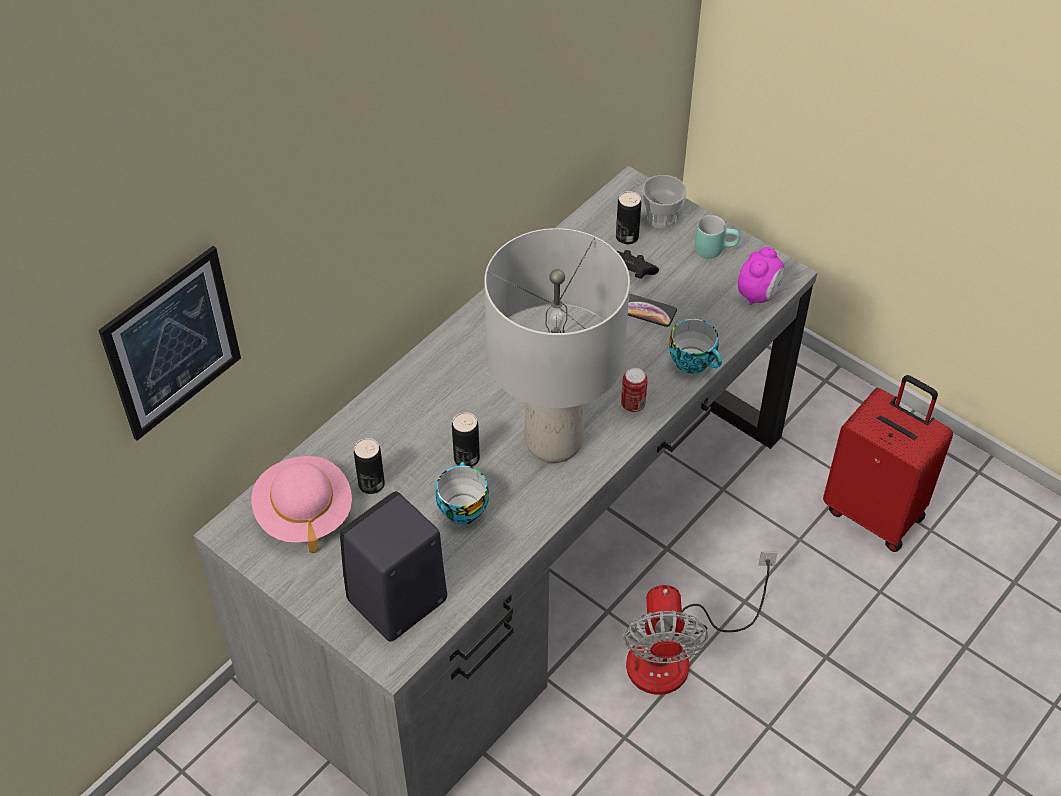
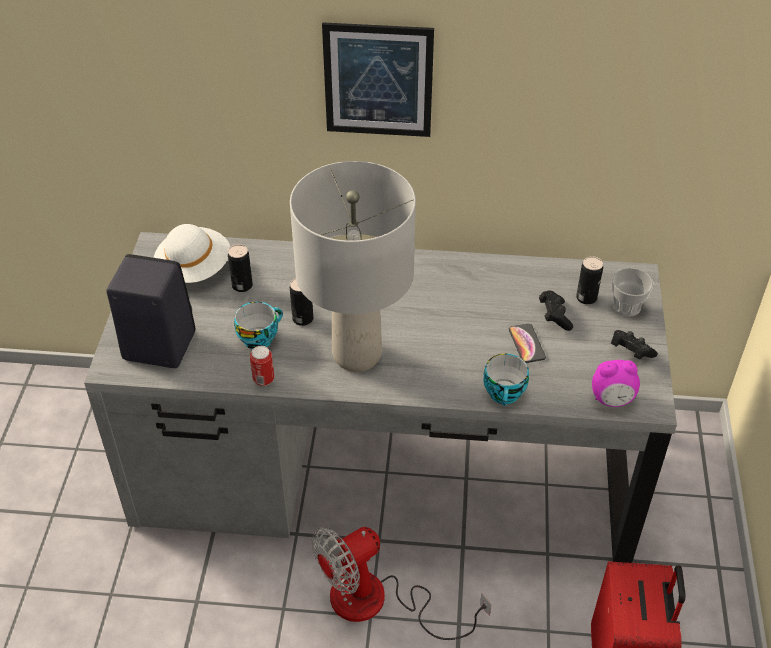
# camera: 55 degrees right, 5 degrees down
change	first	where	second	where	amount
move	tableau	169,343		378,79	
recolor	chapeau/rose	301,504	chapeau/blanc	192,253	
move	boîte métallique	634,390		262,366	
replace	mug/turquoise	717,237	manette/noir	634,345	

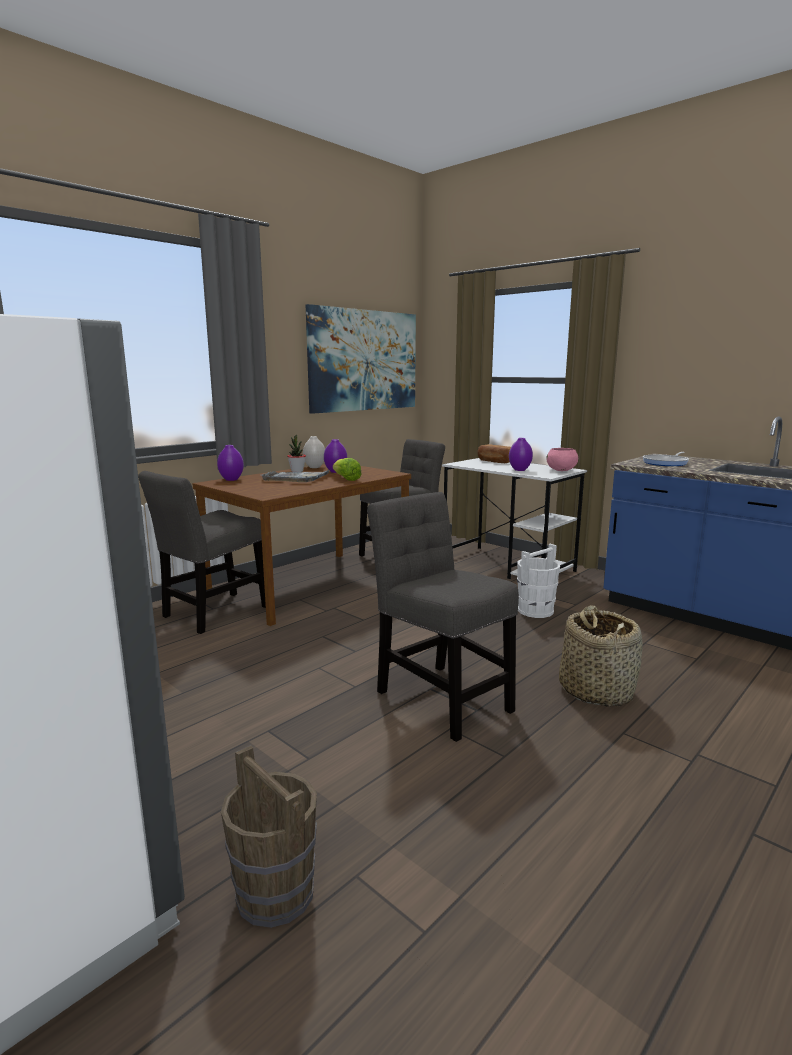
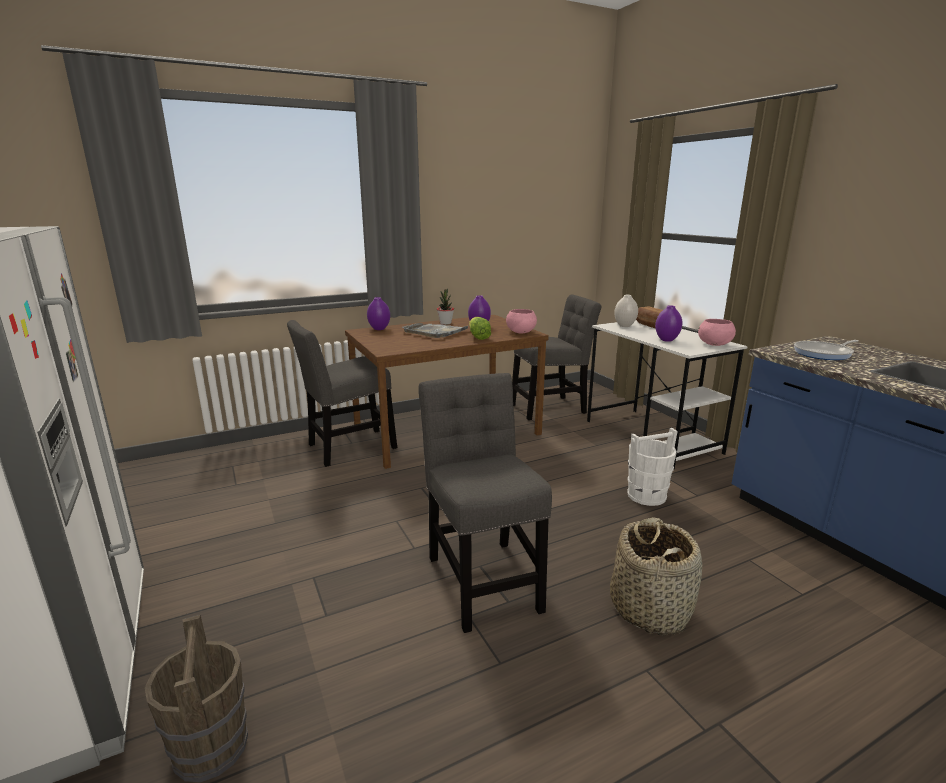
# camera: 20 degrees right, 5 degrees up
change	first	where	second	where	amount
move	vase/blanc	314,452		626,311	
delete	tableau	361,359			
insert			bol/rose	521,321	

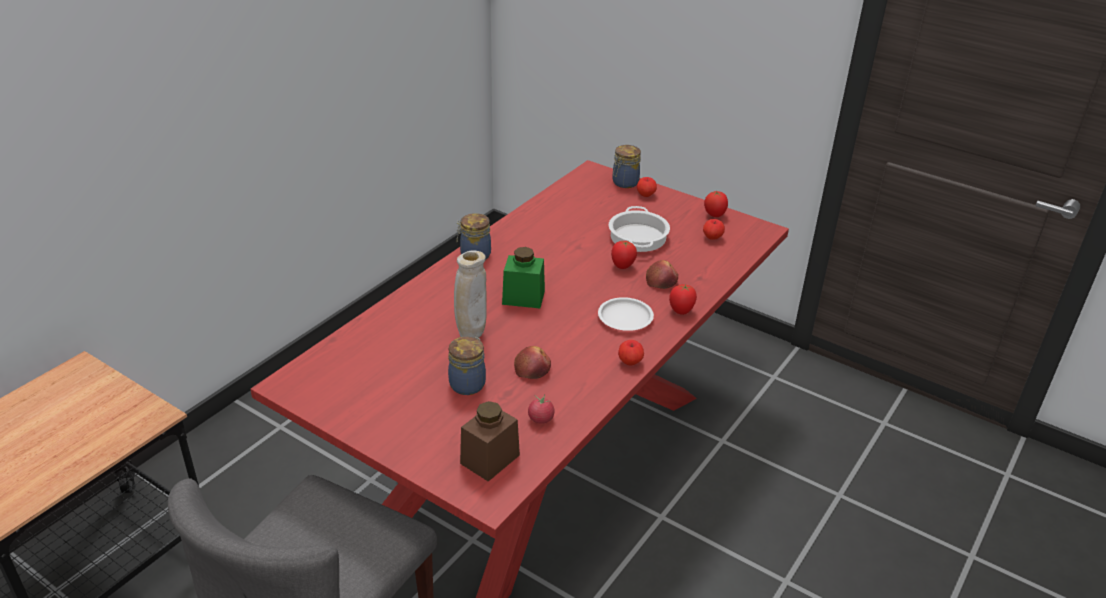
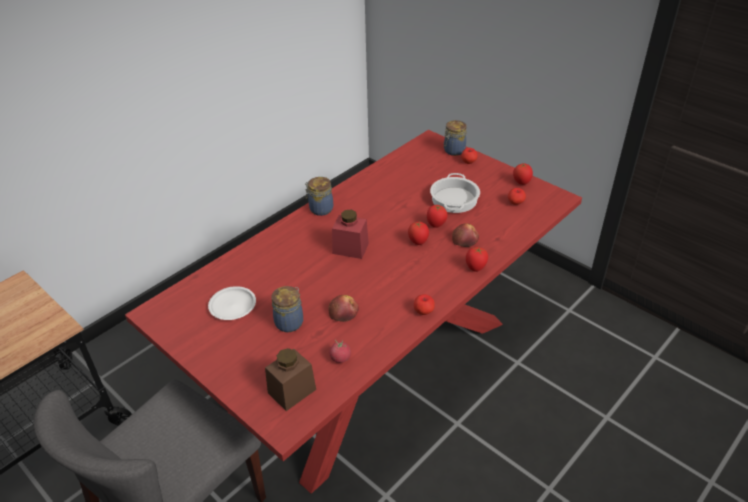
# camera: 10 degrees right, 5 degrees up
change	first	where	second	where	amount
delete	vase/beige	470,294			
recolor	bocal/vert	523,277	bocal/rouge	350,234	
move	assiette/blanc	626,314		232,303	
insert			tomate	418,233	

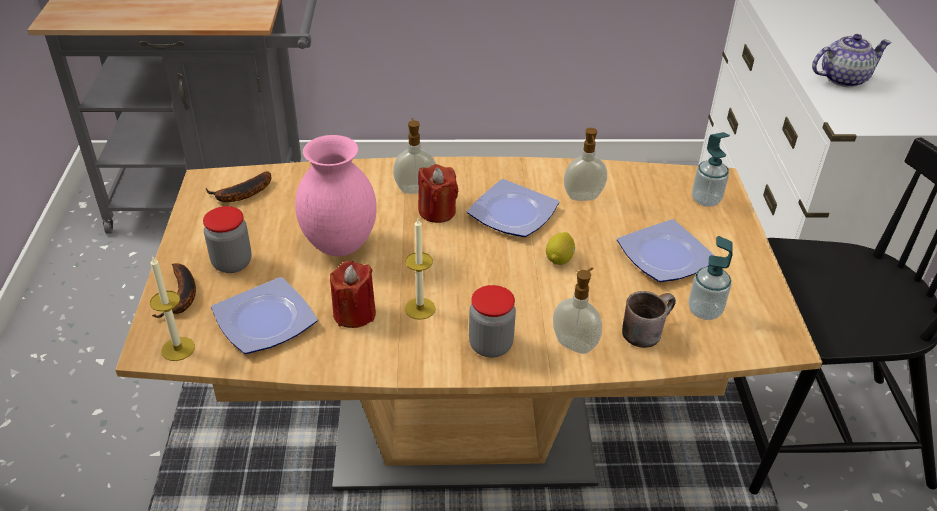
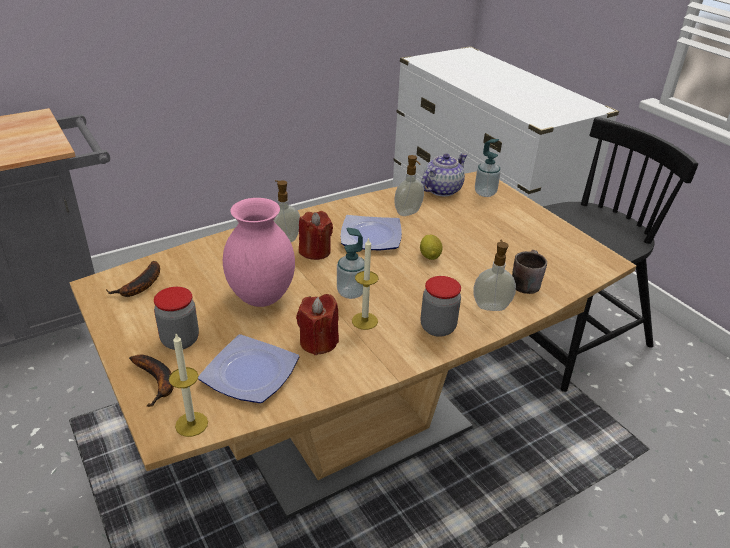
# camera: 30 degrees left, 5 degrees down
change	first	where	second	where	amount
delete	assiette	666,250			
move	distributeur de savon	710,278		351,263	
move	théière	852,60		444,175	

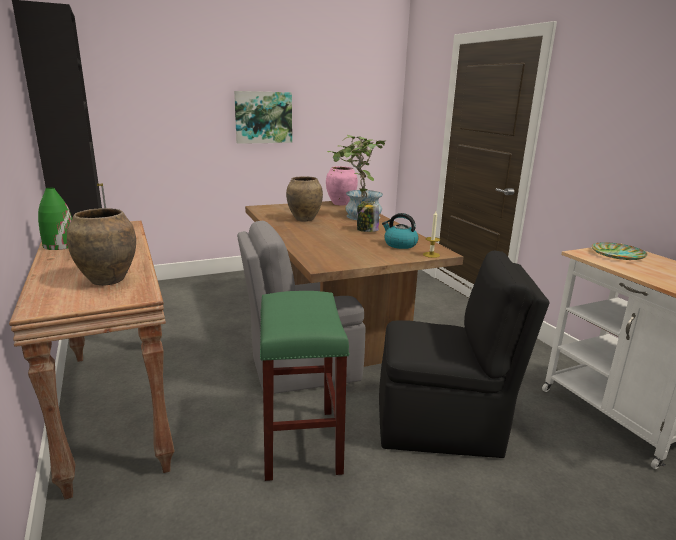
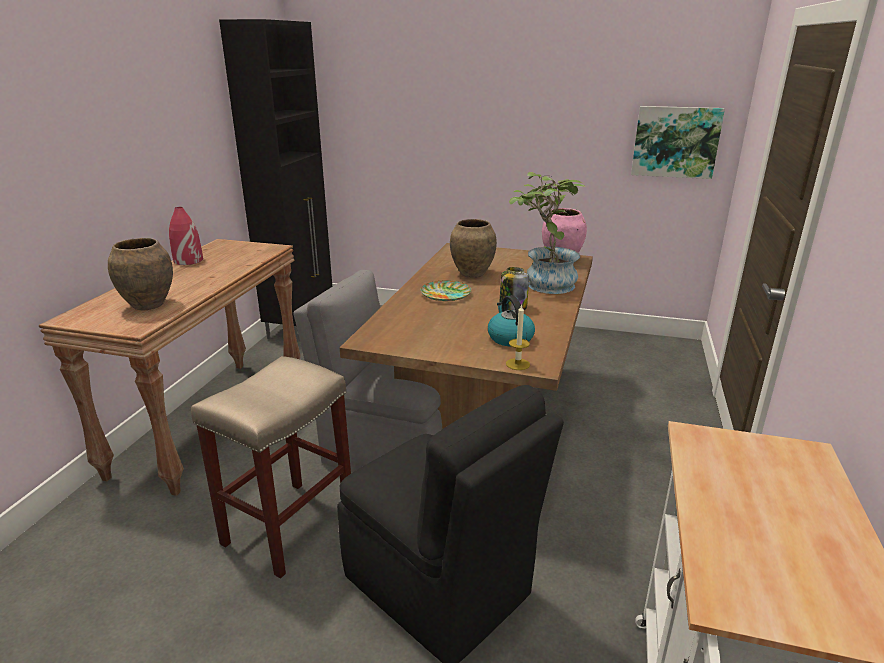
# camera: 40 degrees right, 5 degrees up
change	first	where	second	where	amount
recolor	vase/vert	55,219	vase/rouge	186,236	
move	tableau	263,117		678,142	
recolor	tabouret/vert	305,386	tabouret/beige	271,467	
move	assiette	620,251		446,290	

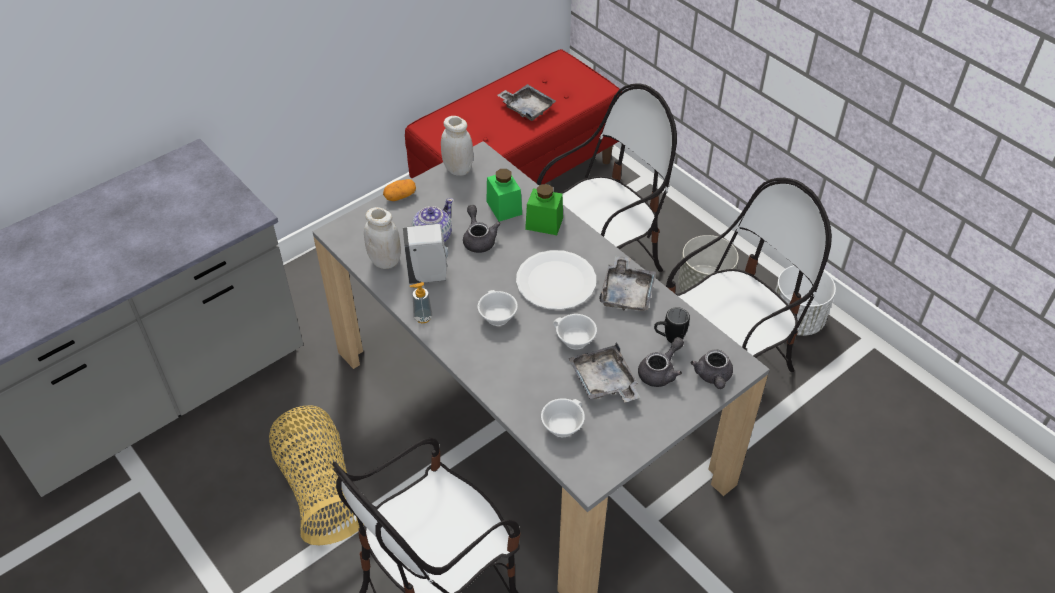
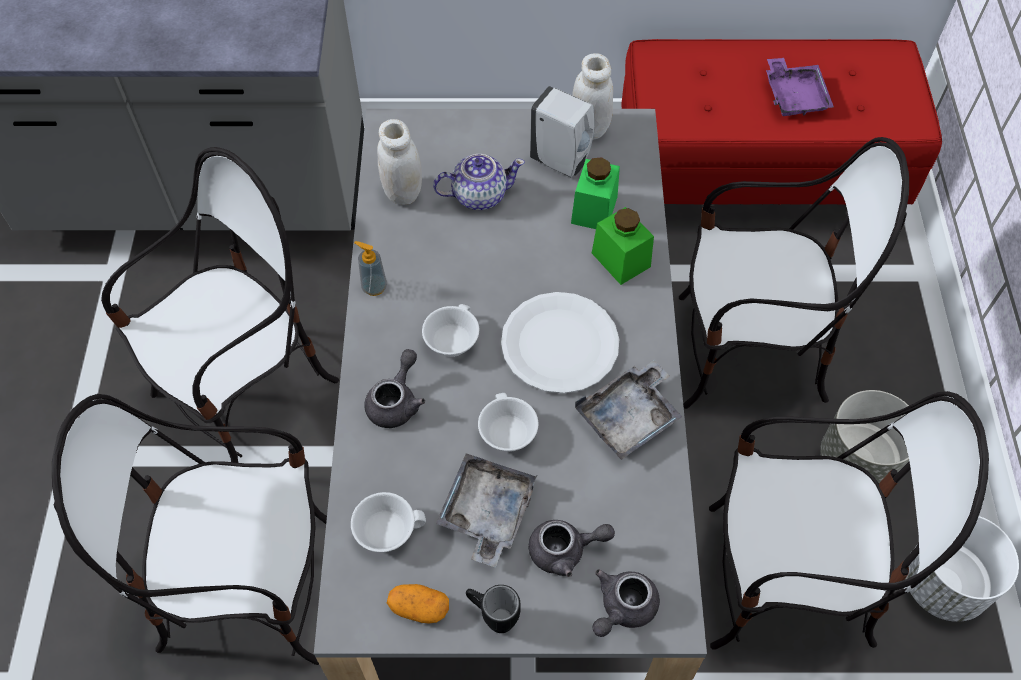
# camera: 40 degrees right, 10 degrees up
change	first	where	second	where	amount
replace	panier	316,475	chaise	220,305	
move	pomme de terre	399,190		418,603	
move	distributeur de savon/blanc	425,254		562,131	
move	théière/gris	481,229		394,388	
recolor	plateau/gris	526,102	plateau/violet	800,87	
move	mug/noir	672,325		493,609	

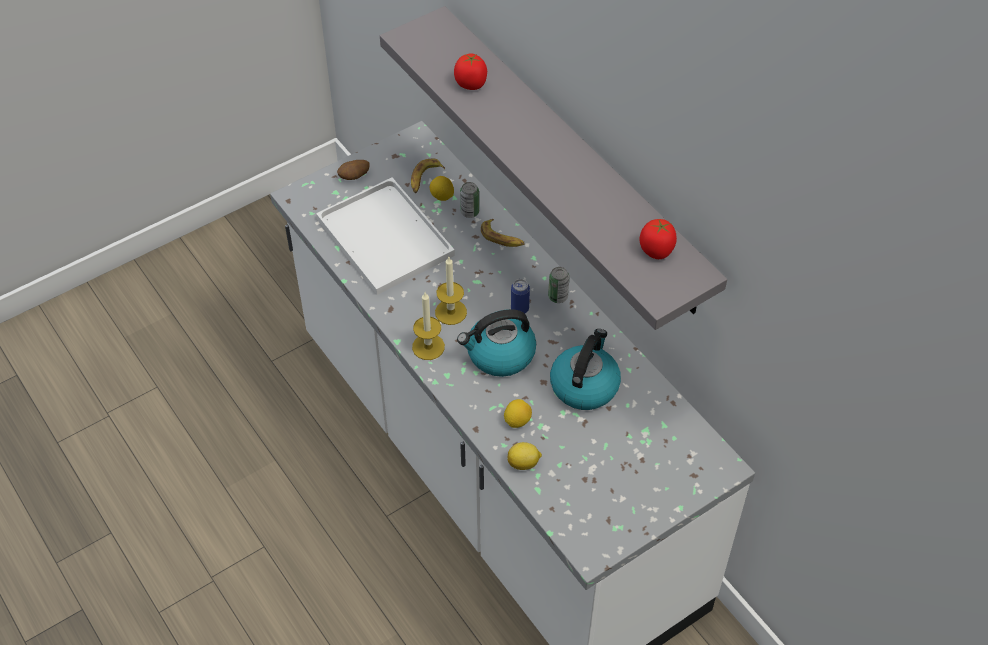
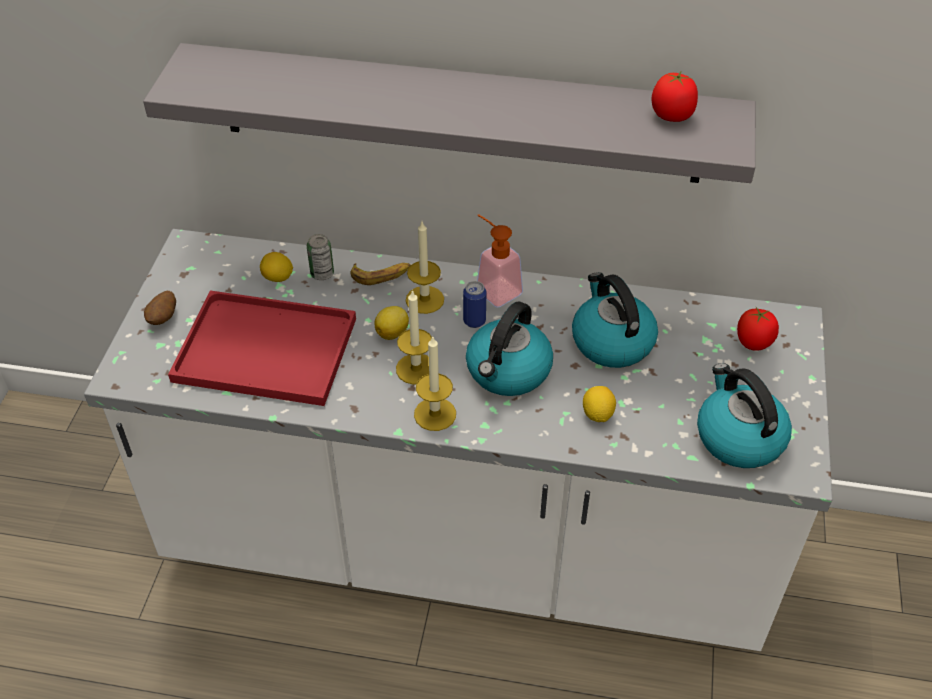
# camera: 45 degrees left, 5 degrees down
change	first	where	second	where	amount
recolor	plateau/blanc	385,236	plateau/rouge	262,348	
delete	banane	428,175			
move	tomate	470,71		758,329	
move	citron	525,456		391,323	
replace	boîte métallique	558,285	distributeur de savon	500,261	
insert			bougie	425,268	
insert			bouilloire	744,415	

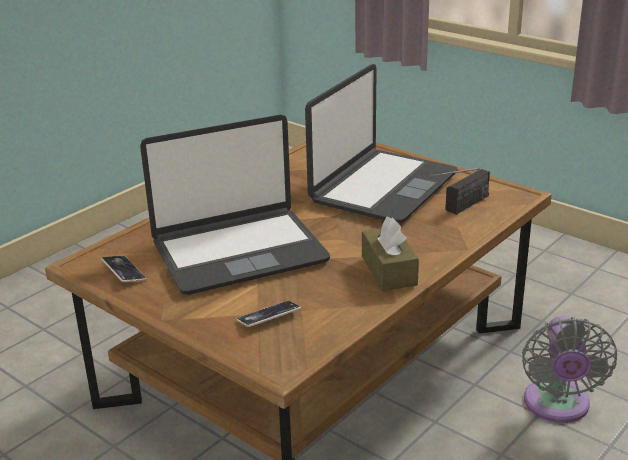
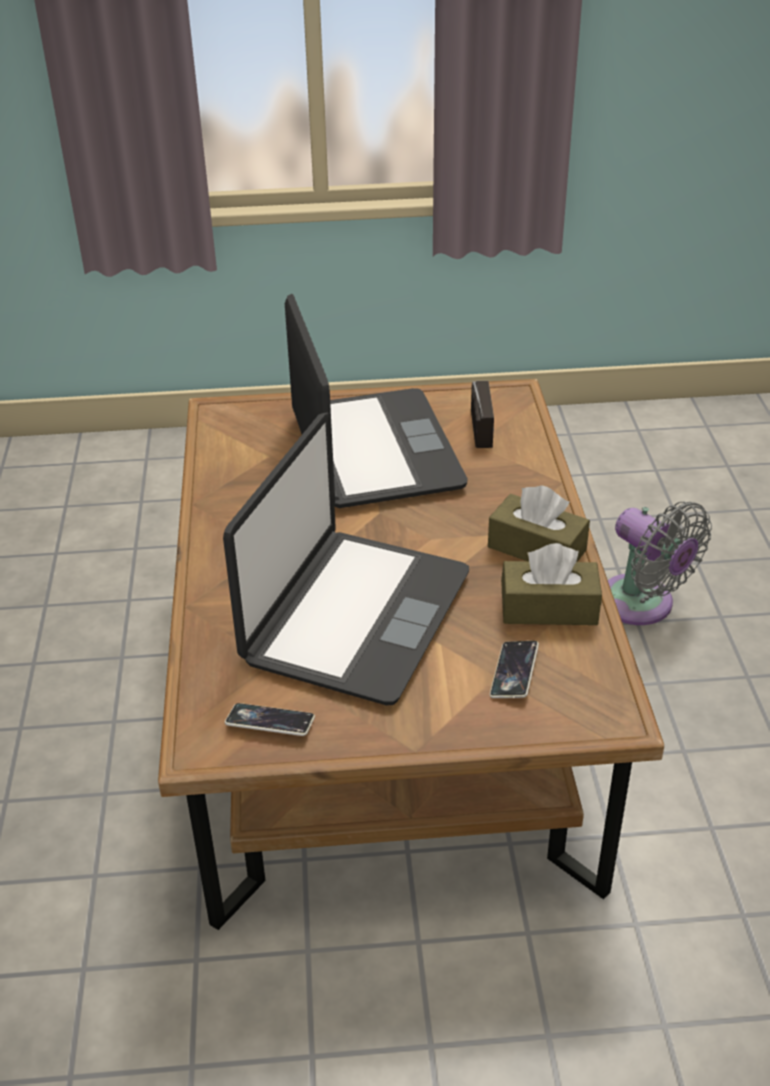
# camera: 45 degrees left, 10 degrees up
change	first	where	second	where	amount
insert			boîte à mouchoirs/marron	551,584	

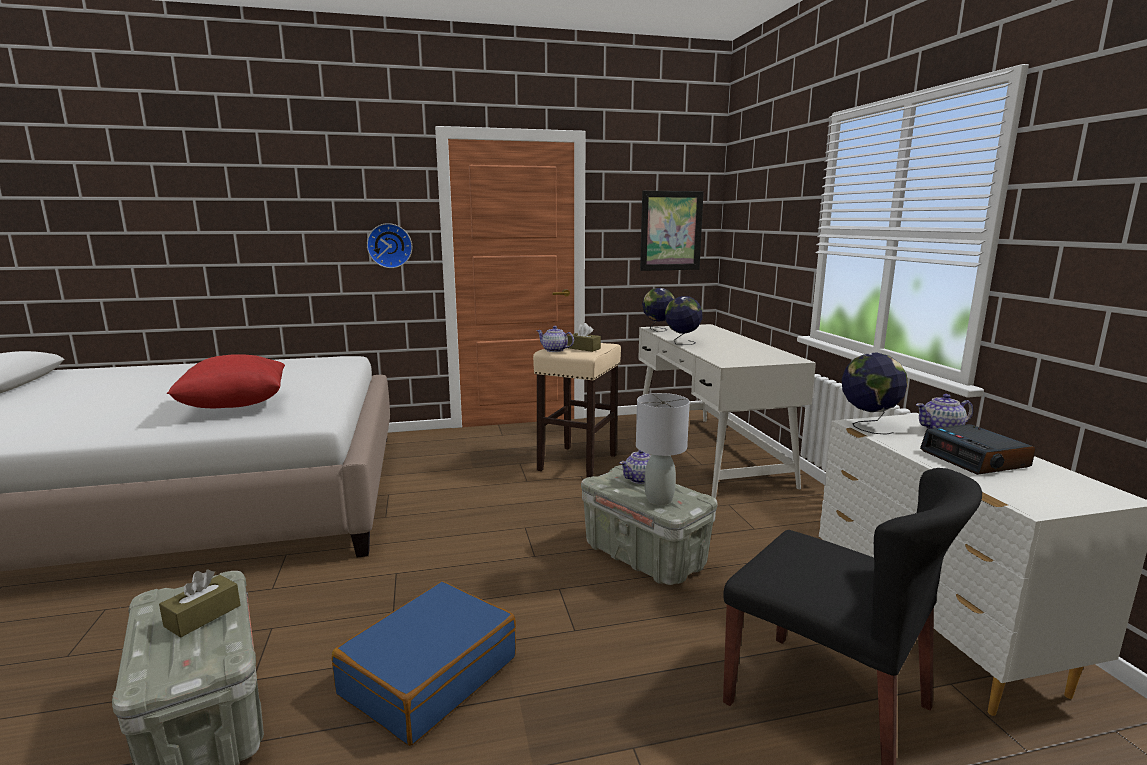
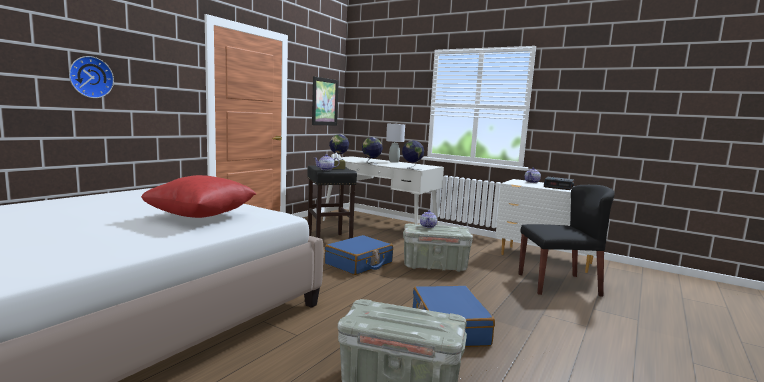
# camera: 45 degrees left, 5 degrees down
change	first	where	second	where	amount
delete	boîte à mouchoirs/marron	199,603			
move	horloge murale	389,245		91,77	
recolor	tabouret/beige	577,410	tabouret/noir	332,202	
move	lampe de table/gris	663,449		395,143	
move	globe	874,393		413,155	
insert			valise/bleu	359,255	

